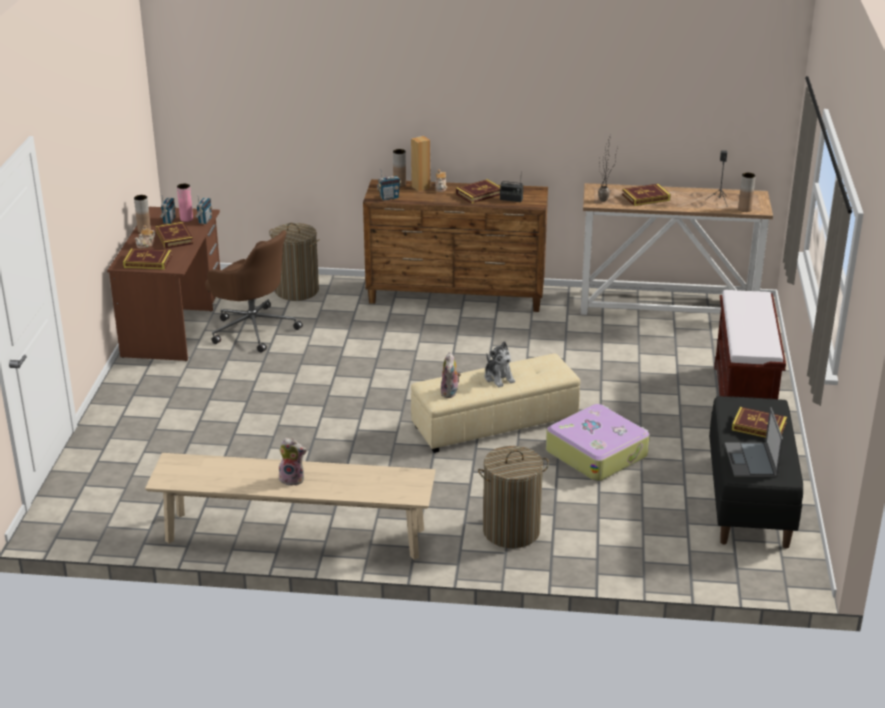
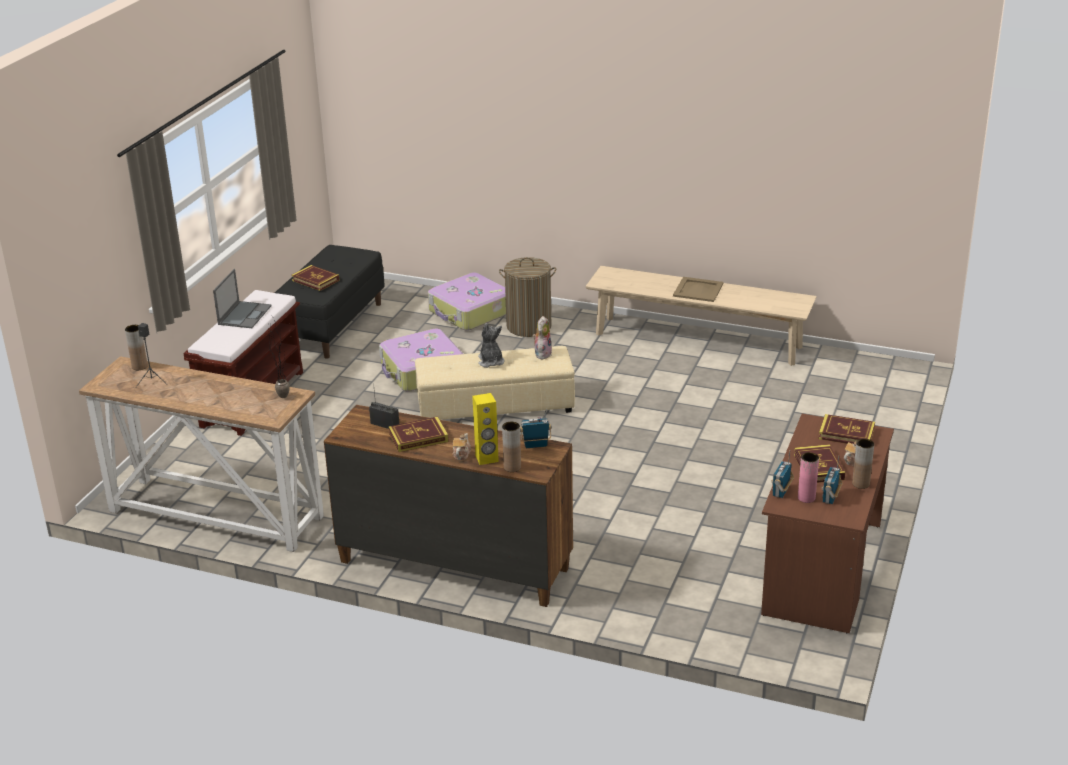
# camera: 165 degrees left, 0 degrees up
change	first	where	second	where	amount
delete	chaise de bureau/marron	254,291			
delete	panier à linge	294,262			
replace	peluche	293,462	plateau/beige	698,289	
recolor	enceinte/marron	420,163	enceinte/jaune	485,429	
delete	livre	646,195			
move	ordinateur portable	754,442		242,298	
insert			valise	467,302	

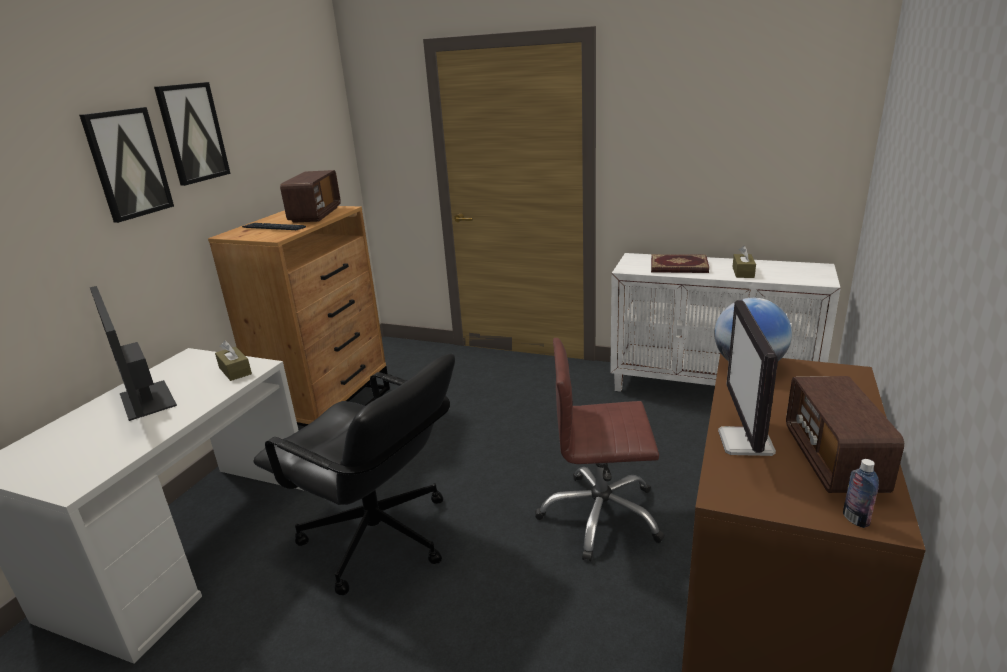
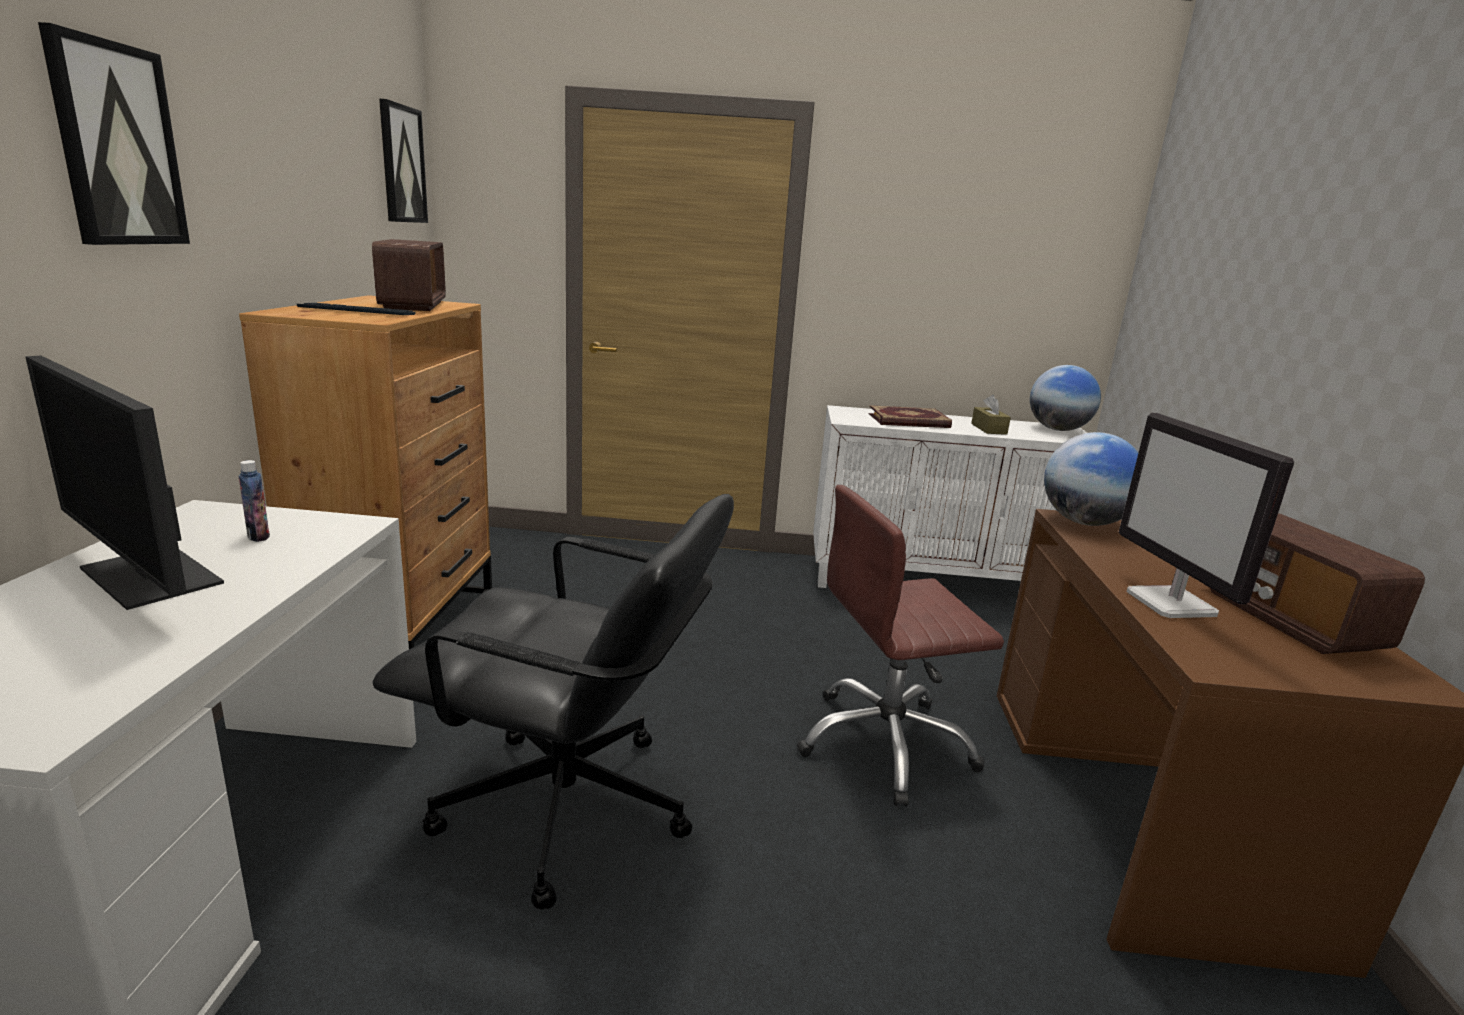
# camera: 20 degrees left, 5 degrees down
change	first	where	second	where	amount
move	tableau	192,134		403,161	
delete	boîte à mouchoirs/marron	233,361			
move	bouteille	861,493		254,501	
insert			globe	1065,398	

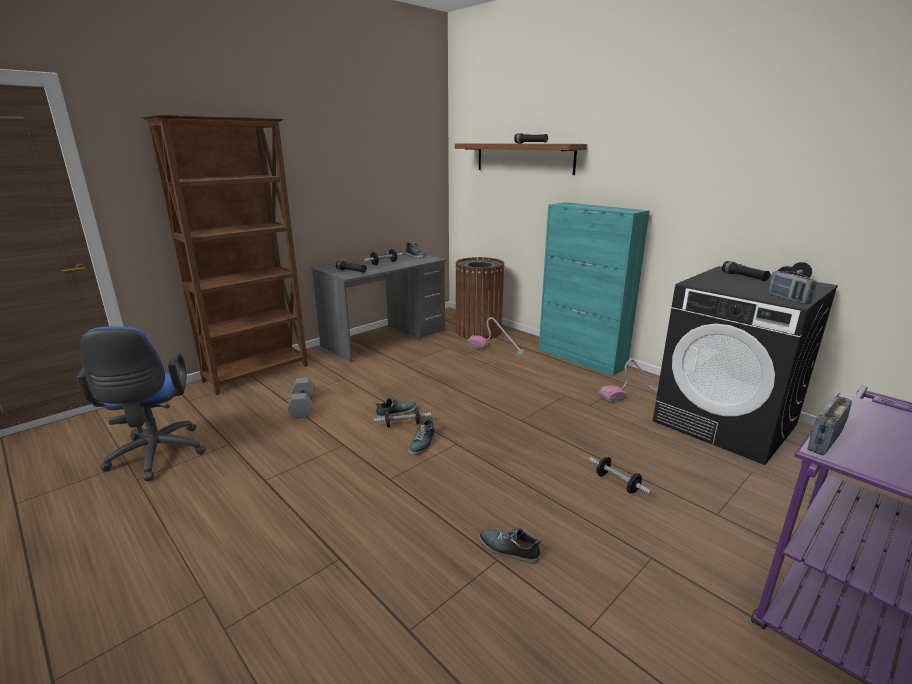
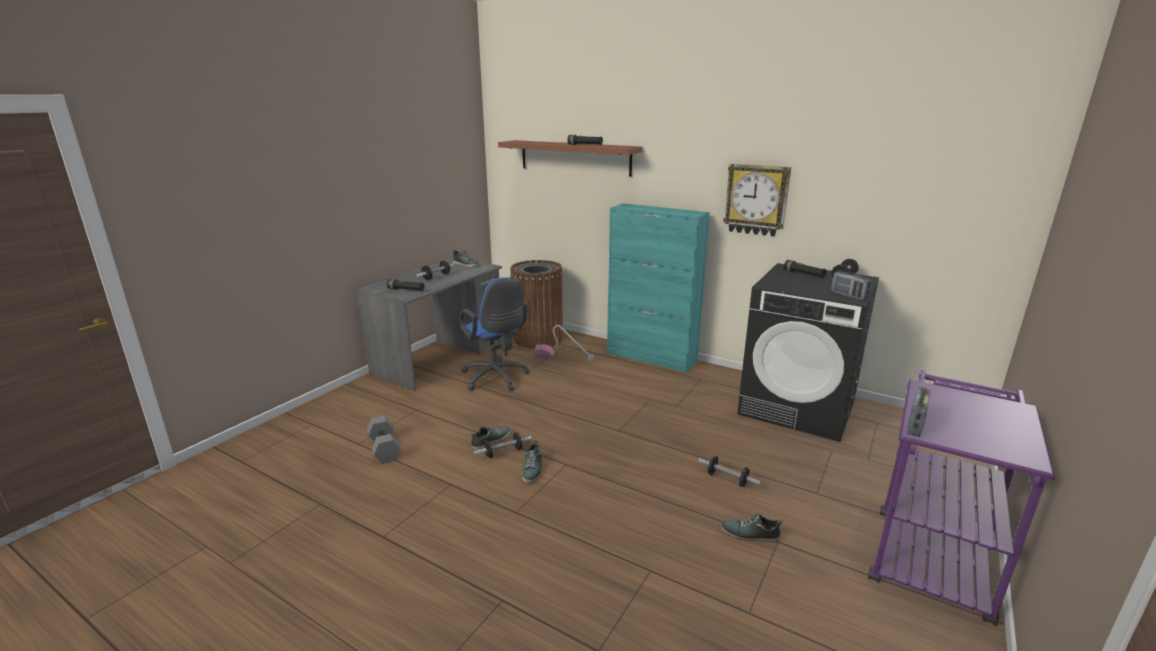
# camera: 15 degrees left, 0 degrees up
change	first	where	second	where	amount
move	chaise de bureau/bleu	141,403		494,334	
delete	bibliothèque/marron	225,255			
move	chaussure	510,545		752,528	
delete	aspirateur	628,381			
insert			horloge murale	757,200	

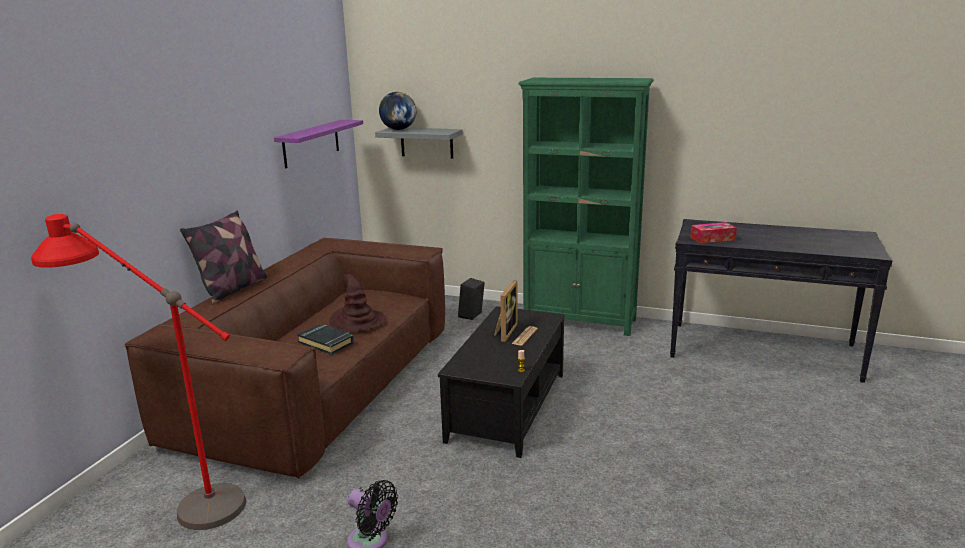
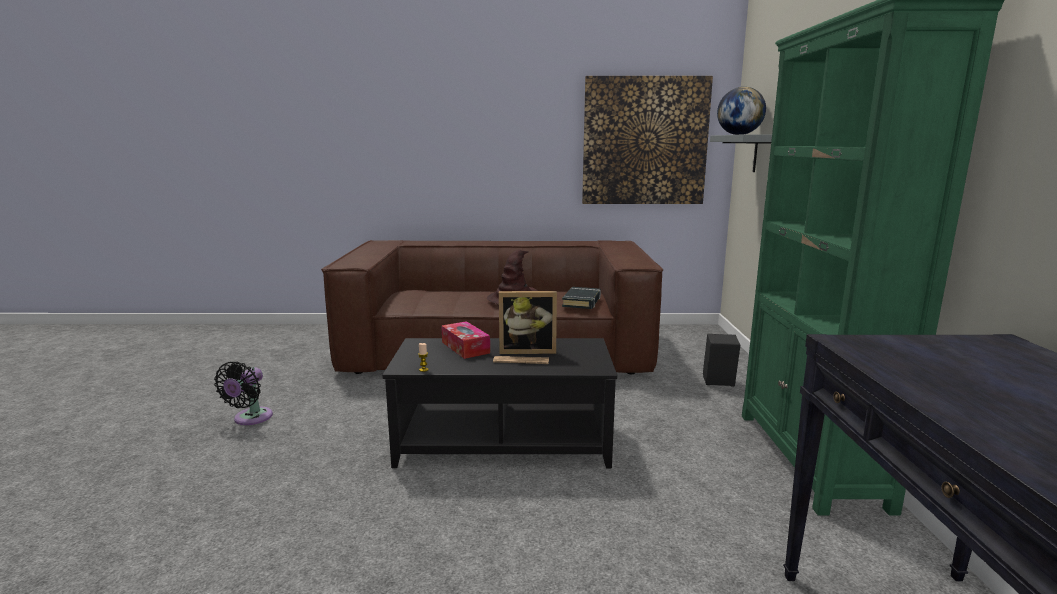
# camera: 70 degrees right, 5 degrees down
change	first	where	second	where	amount
delete	lampadaire/rouge	138,372			
delete	coussin	223,257			
replace	étagère/violet	318,144	tableau	647,140	
move	livre/noir	325,339		581,298	
move	boîte à mouchoirs	713,232		466,340	

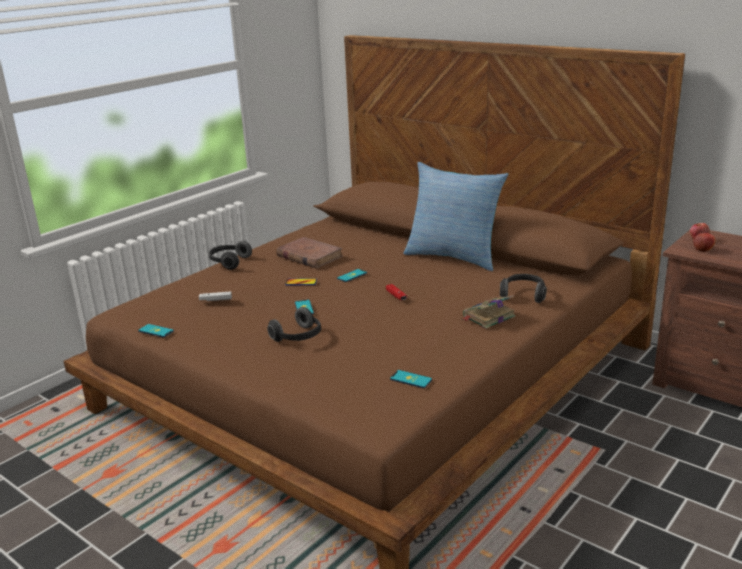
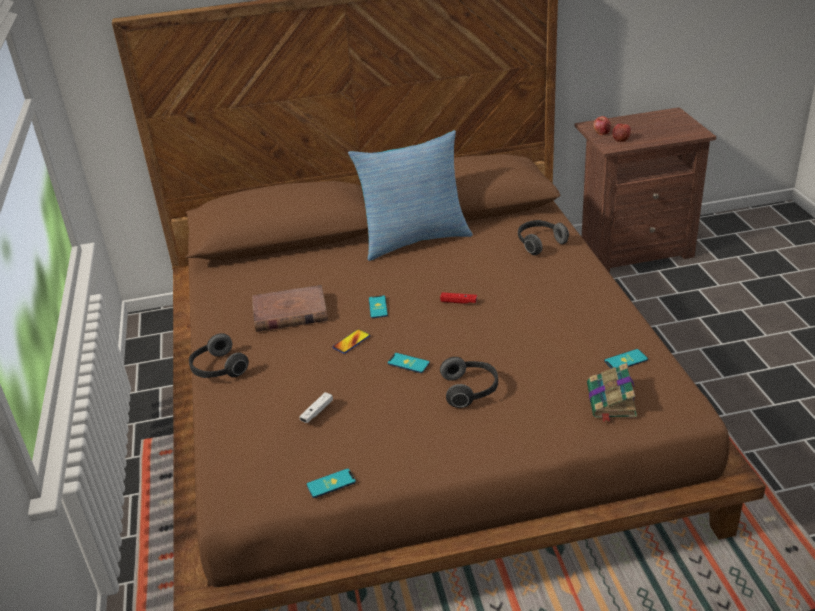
# camera: 50 degrees left, 10 degrees up
change	first	where	second	where	amount
move	livre	489,312		612,392	

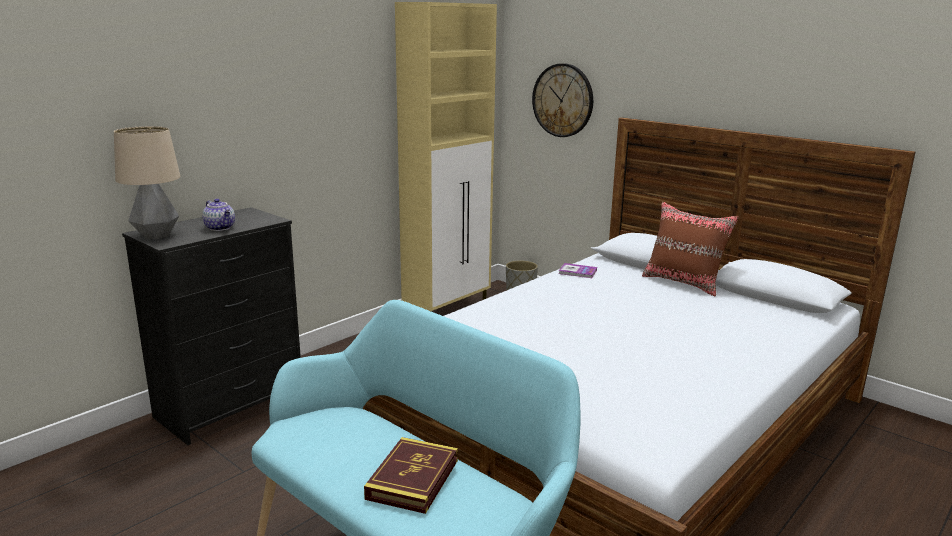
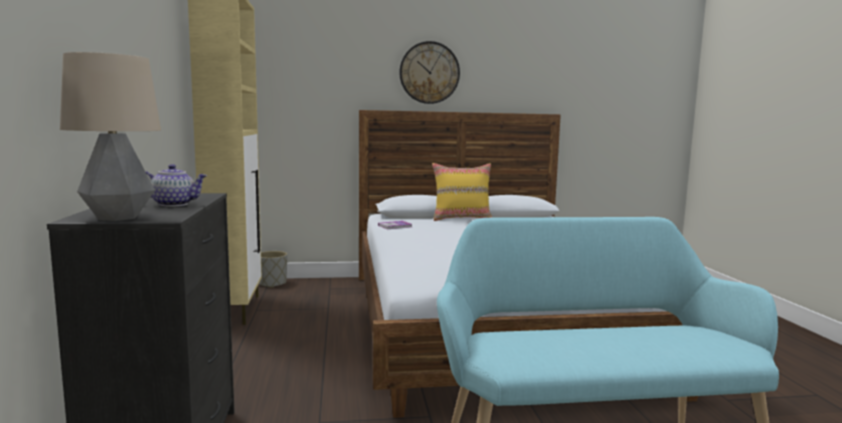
# camera: 50 degrees left, 10 degrees down
change	first	where	second	where	amount
delete	livre	411,475			
move	horloge murale	562,100		429,72	
recolor	coussin/marron	690,249	coussin/jaune	462,192	

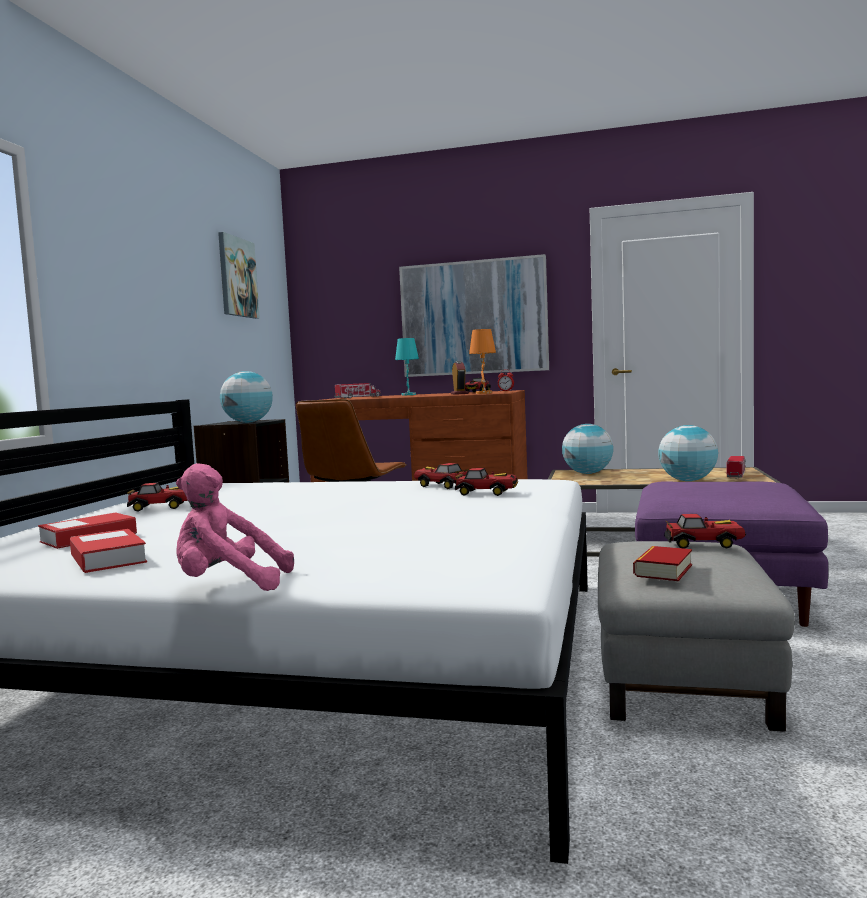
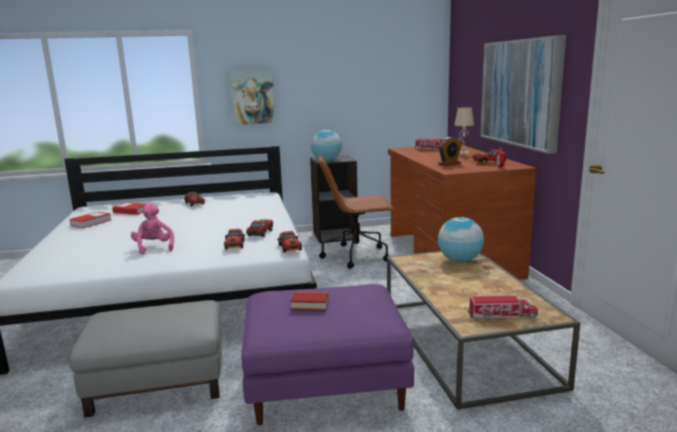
# camera: 65 degrees right, 10 degrees up
change	first	where	second	where	amount
move	peluche/rose	235,527		152,229	
move	tableau	239,275		252,97	
recolor	lampe de table/turquoise	407,367	lampe de table/beige	464,131	
delete	lampe de table/orange	482,361			
move	livre	662,563		309,301	
delete	globe	688,453			
move	petite voiture	705,531		289,242	

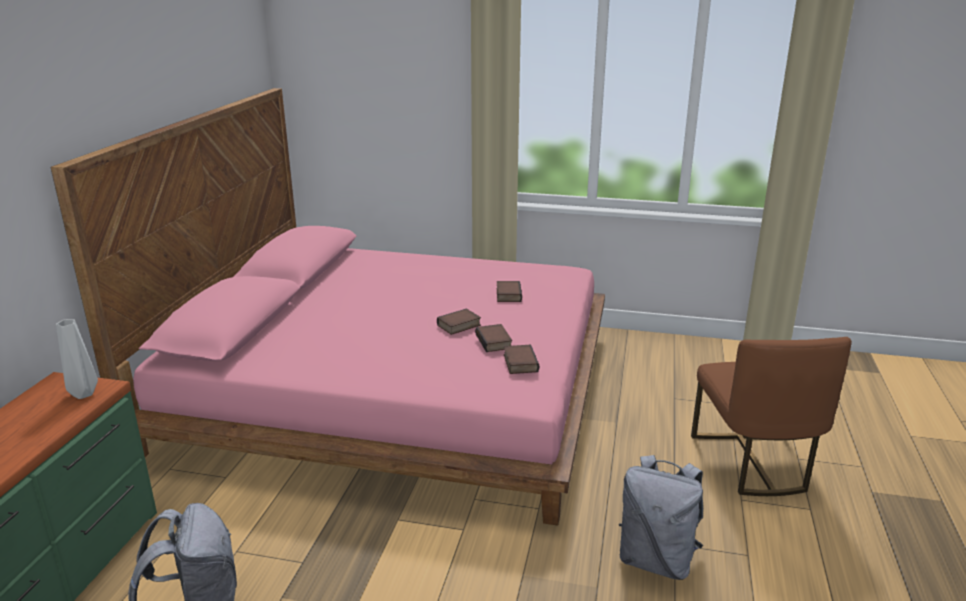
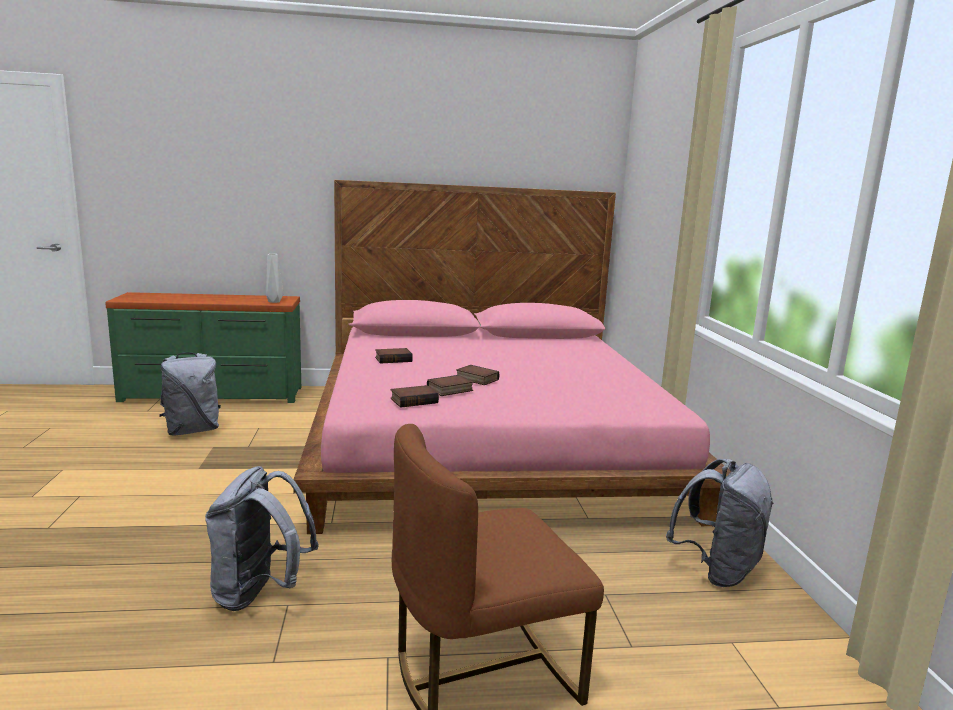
# camera: 70 degrees right, 10 degrees down
change	first	where	second	where	amount
move	livre	509,291		394,355	
insert			sac à dos/gris	720,523	

